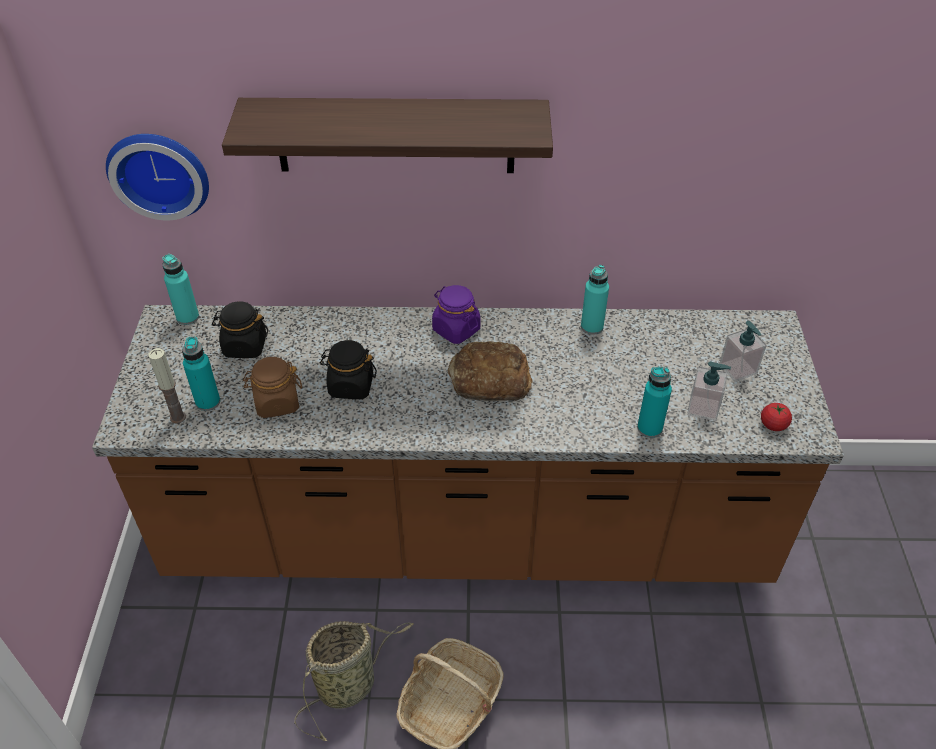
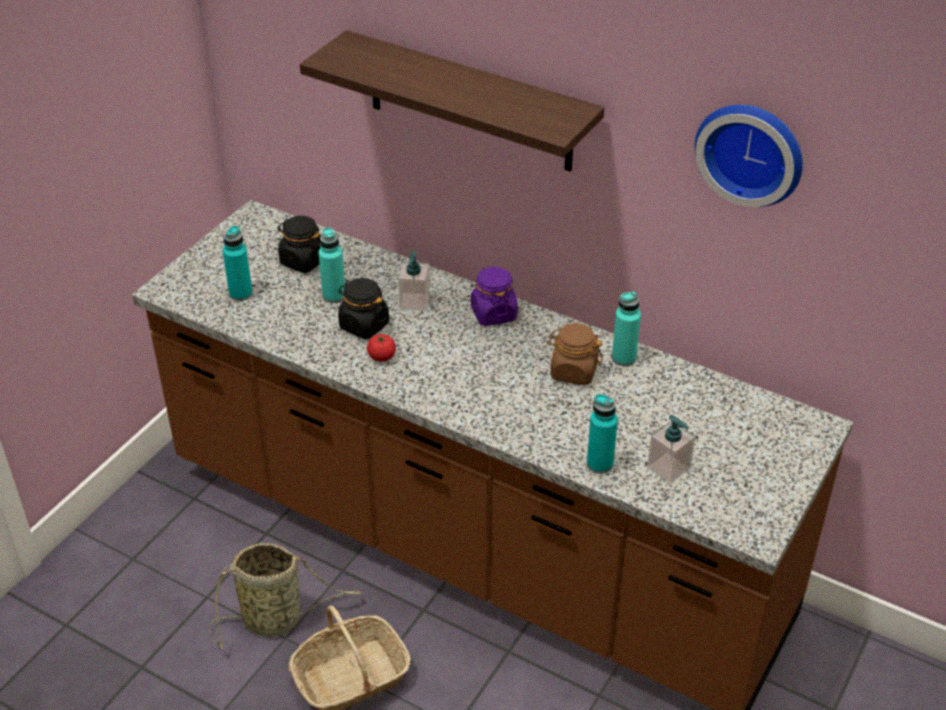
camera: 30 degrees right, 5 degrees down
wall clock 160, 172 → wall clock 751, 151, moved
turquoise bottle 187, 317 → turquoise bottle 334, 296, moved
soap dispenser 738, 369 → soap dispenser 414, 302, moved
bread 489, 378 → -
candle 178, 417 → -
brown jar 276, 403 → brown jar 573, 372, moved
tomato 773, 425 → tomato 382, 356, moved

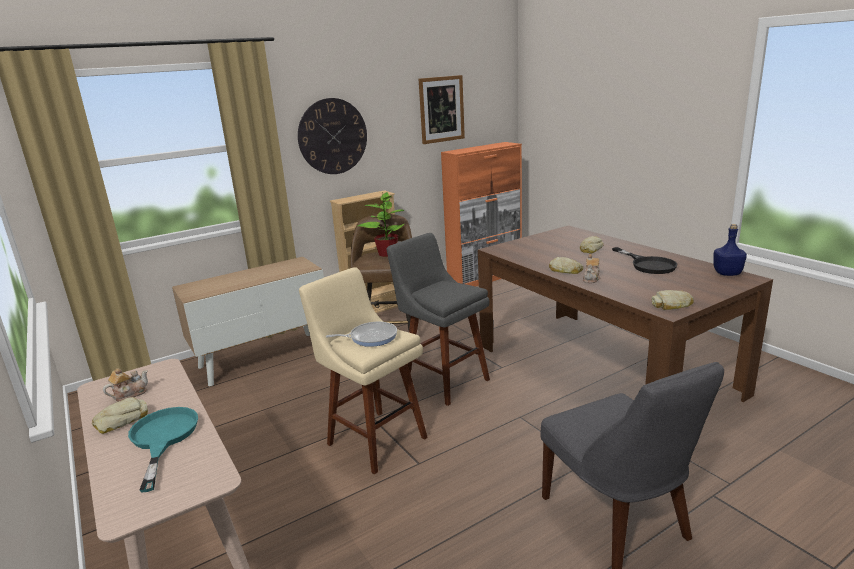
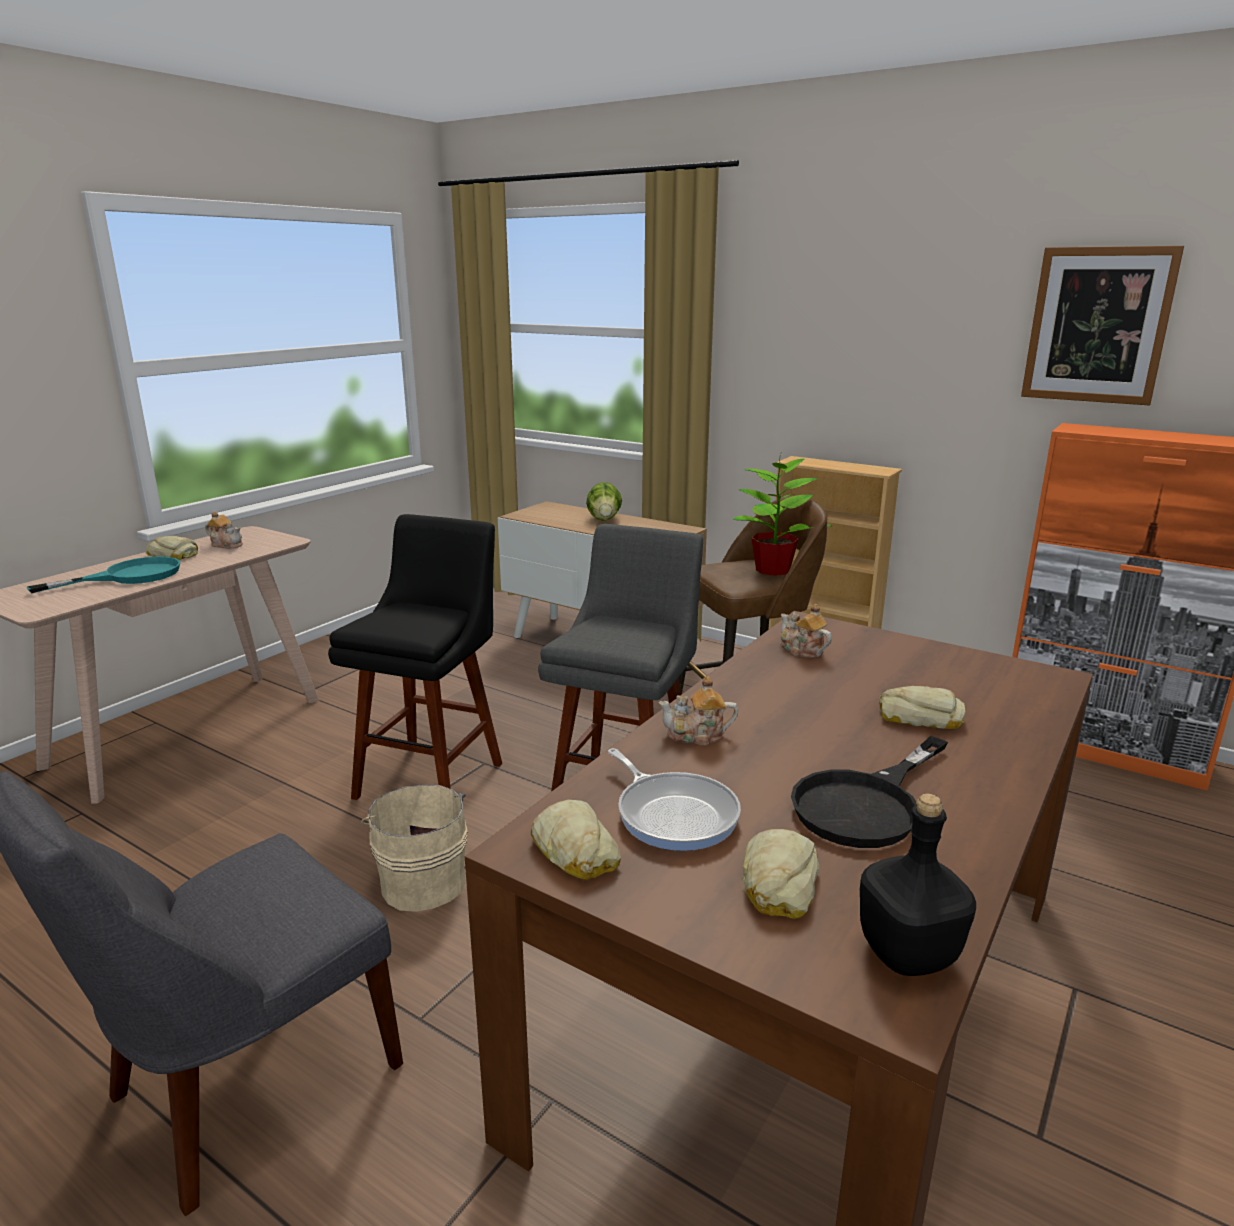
camera: 65 degrees right, 0 degrees up
wall clock 332, 136 → -
blue bottle 726, 273 → black bottle 906, 952
bread 565, 270 → bread 777, 883, moved
beige stool 373, 438 → black stool 434, 776
frying pan 371, 337 → frying pan 674, 814, moved
- → lettuce 604, 519
- → teapot 802, 650
- → beige bucket 422, 881

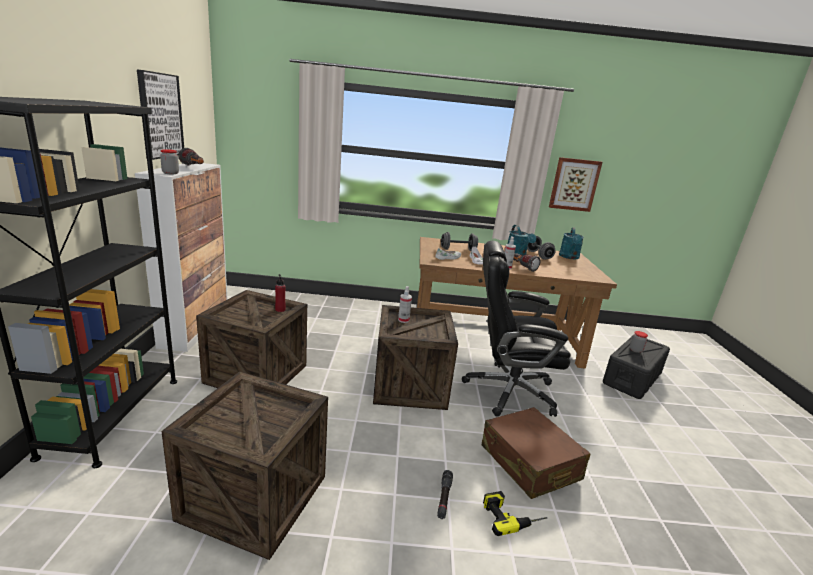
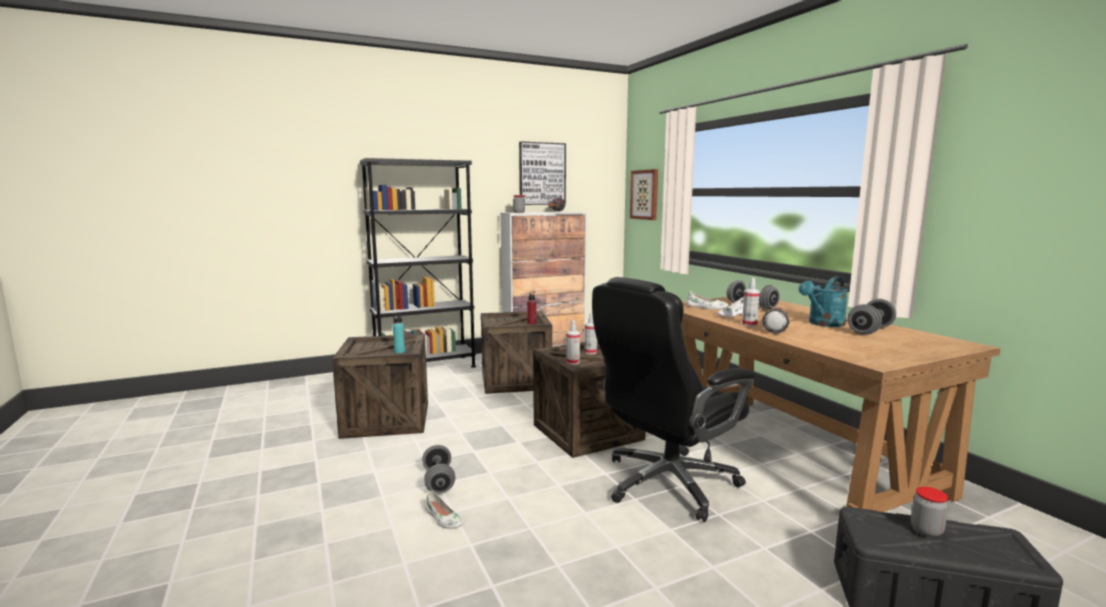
camera: 65 degrees right, 10 degrees down
picture 574, 184 → picture 645, 194, moved
turquoise watering can 569, 257 → -
black office chair 507, 390 → black office chair 666, 484, 105 degrees counterclockwise
brown suitcase 529, 463 → -
black flashlight 444, 498 → grey dumbbell 438, 481
power drill 512, 515 → white shoe 443, 519
- → turquoise bottle 399, 352
- → spray bottle 573, 362

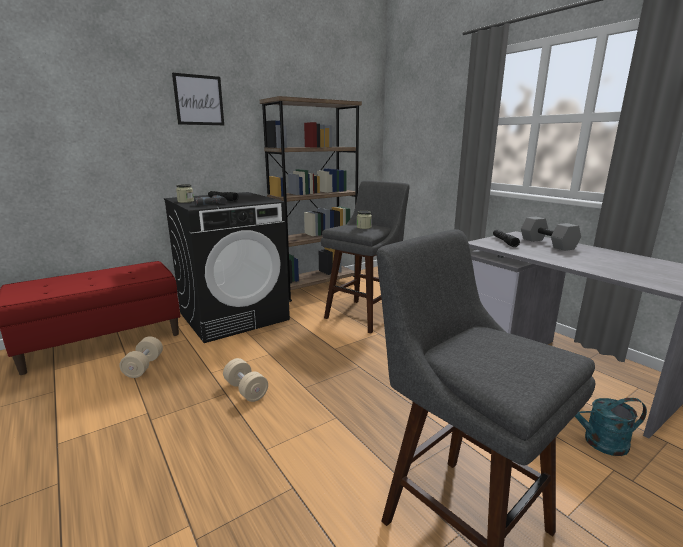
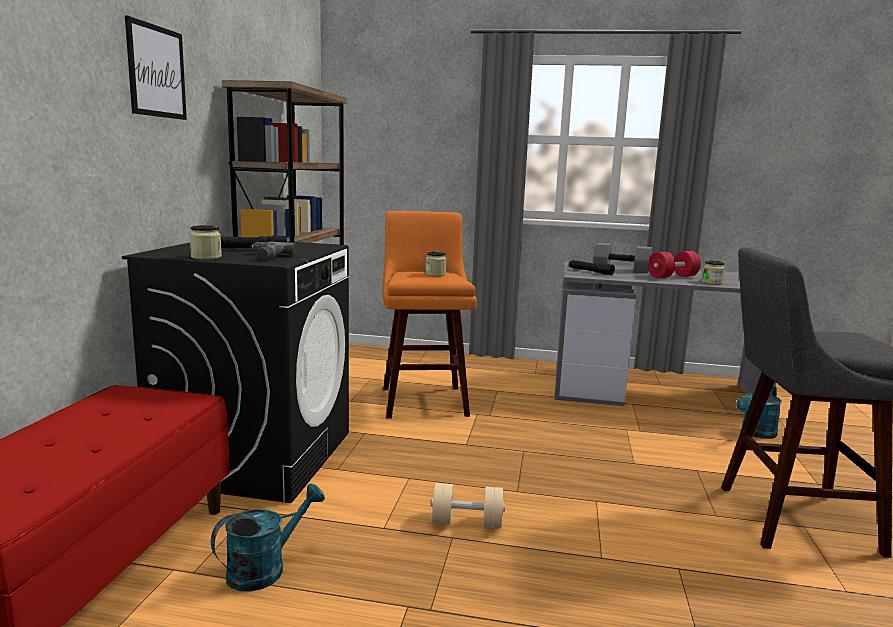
camera: 45 degrees left, 5 degrees down
grey stool 365, 314 → orange stool 423, 399
beige dumbbell 144, 366 → turquoise watering can 265, 568
- → red dumbbell 672, 276
- → jar 712, 282

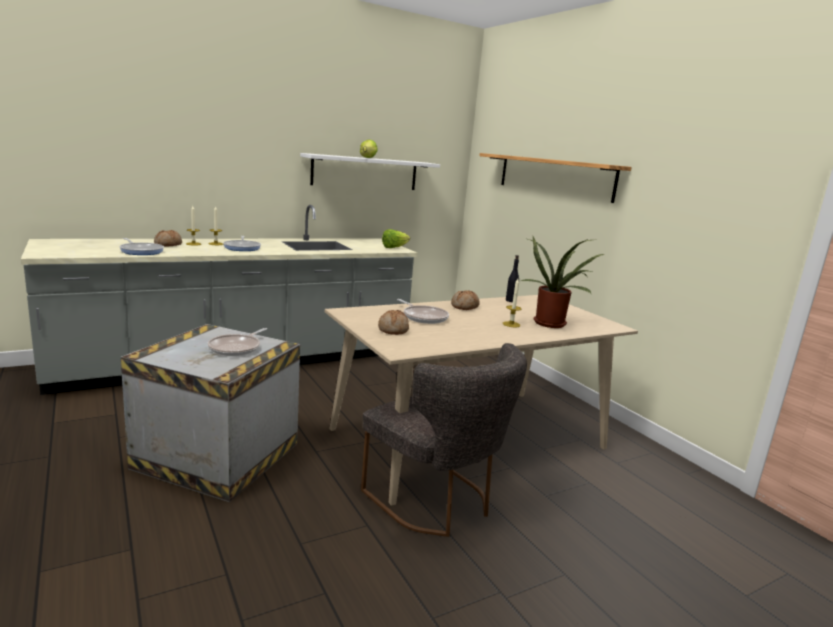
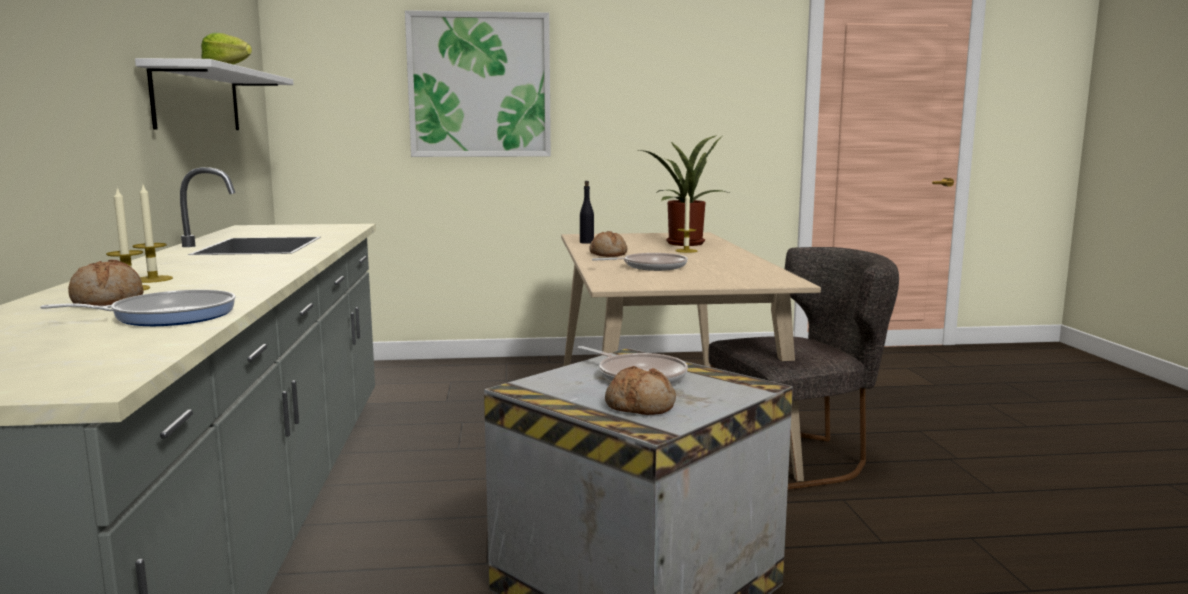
camera: 65 degrees left, 5 degrees down
shelf 554, 176 → picture 479, 85
lettuce 394, 248 → -
frying pan 242, 247 → -
bread 393, 330 → bread 641, 406, moved

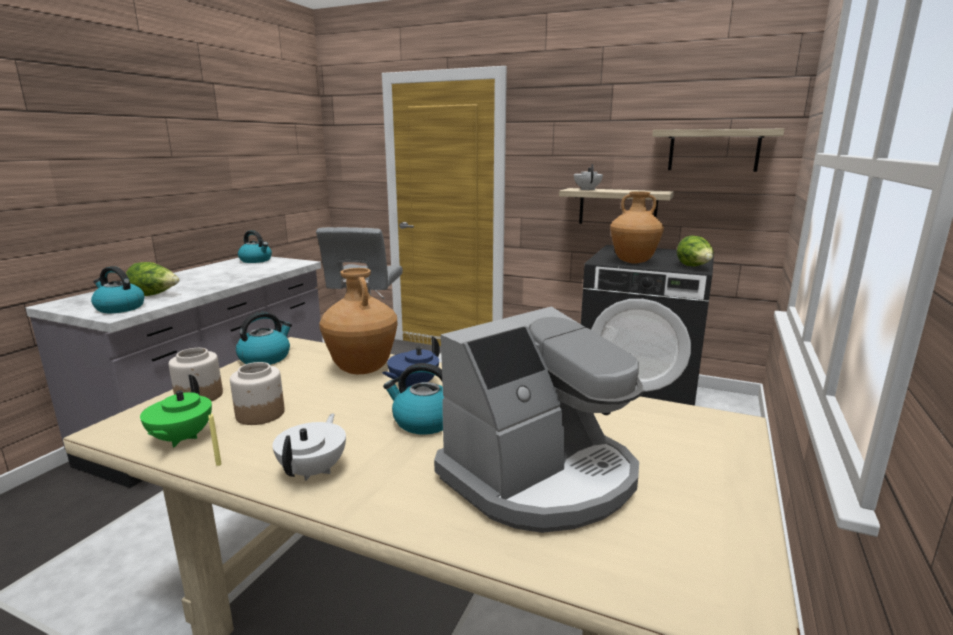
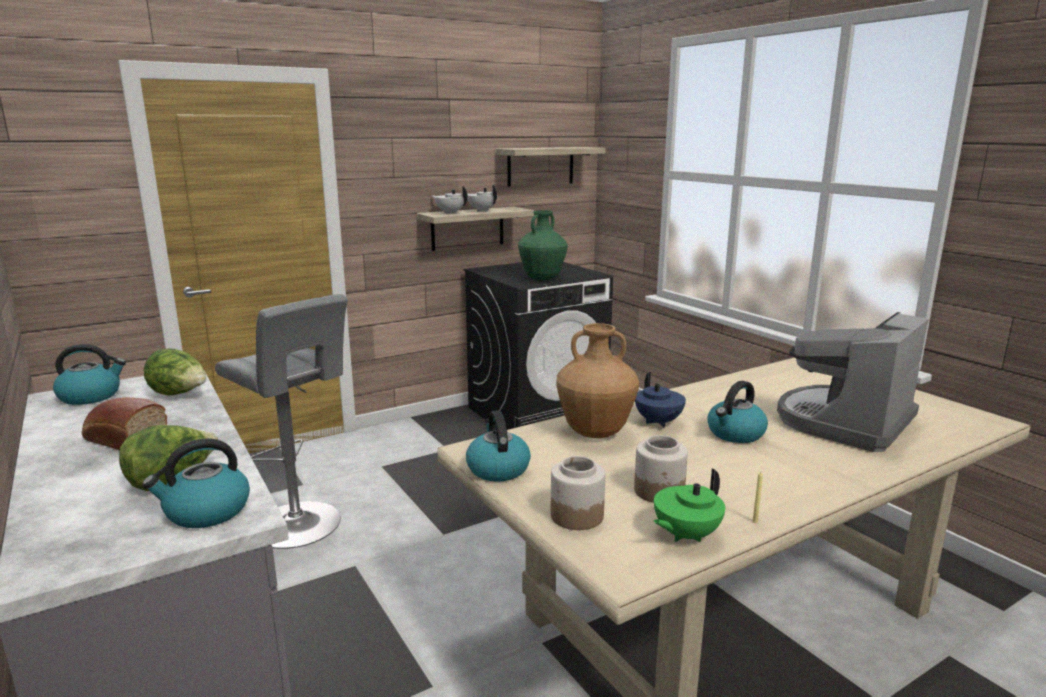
camera: 55 degrees left, 0 degrees up
brown vase 633, 262 → green vase 542, 279
lettuce 694, 267 → lettuce 180, 394, moved
coffee machine 541, 476 → coffee machine 844, 422, 135 degrees counterclockwise
green teapot 180, 439 → green teapot 685, 535, 105 degrees clockwise
white teapot 314, 470 → white teapot 482, 211, moved
- → bread 124, 440

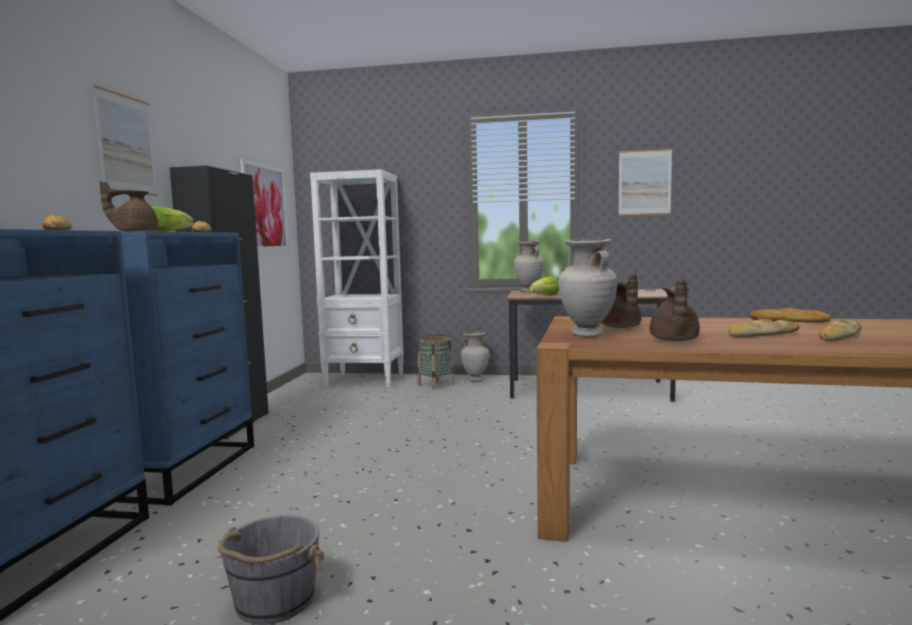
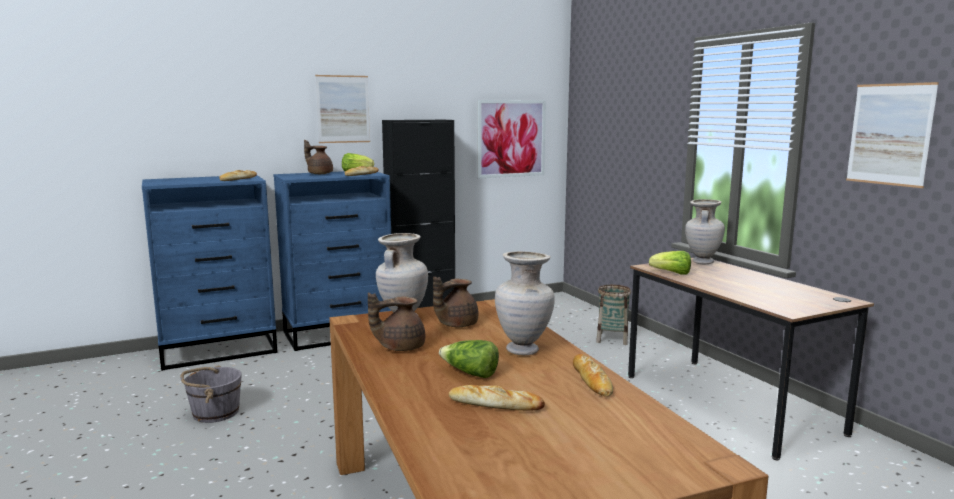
camera: 55 degrees right, 5 degrees up
white bookcase 365, 380 → -
bread 762, 334 → lettuce 470, 373
beige vase 475, 379 → beige vase 523, 350, moved

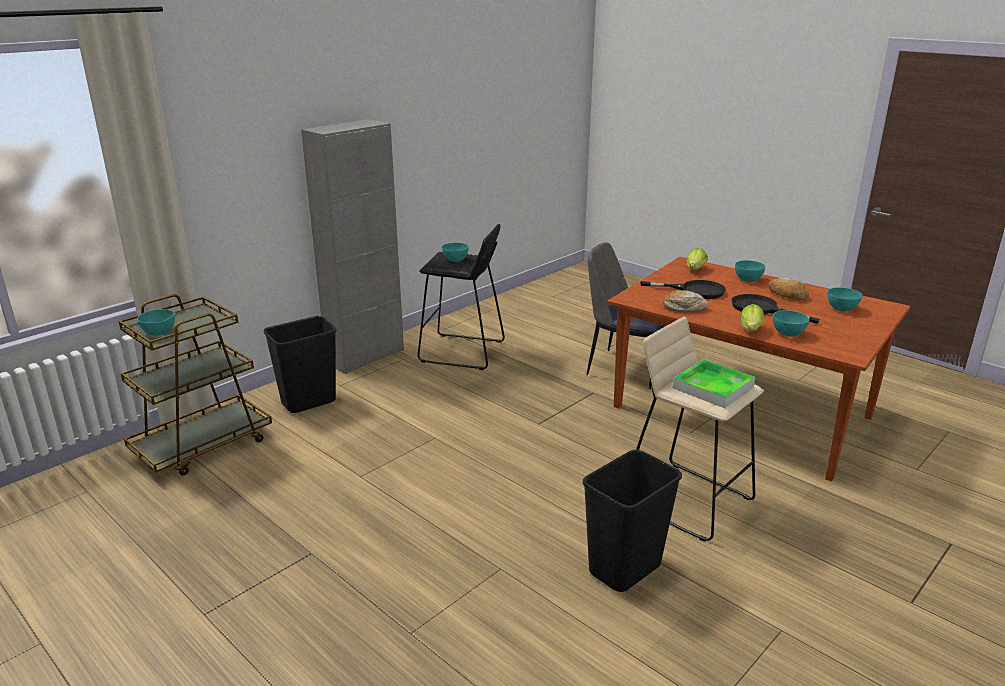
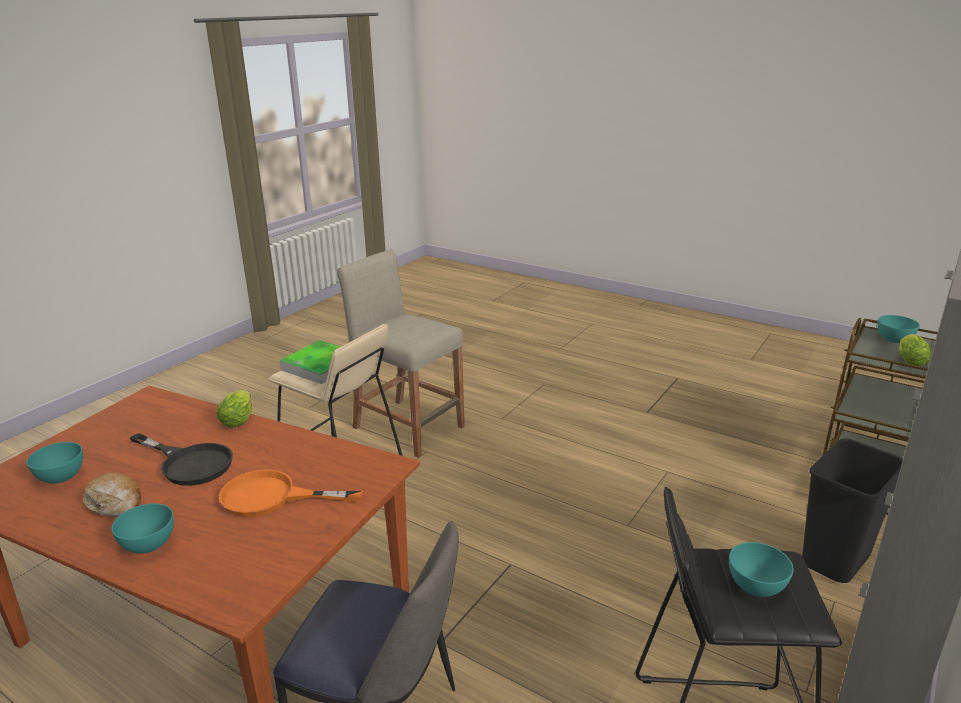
camera: 170 degrees right, 0 degrees up
lettuce 695, 270 → lettuce 909, 360, moved
black frying pan 694, 291 → orange frying pan 272, 497
bread 684, 307 → -
turquoise bowl 787, 333 → -
black trash can 625, 570 → beige stool 408, 427

